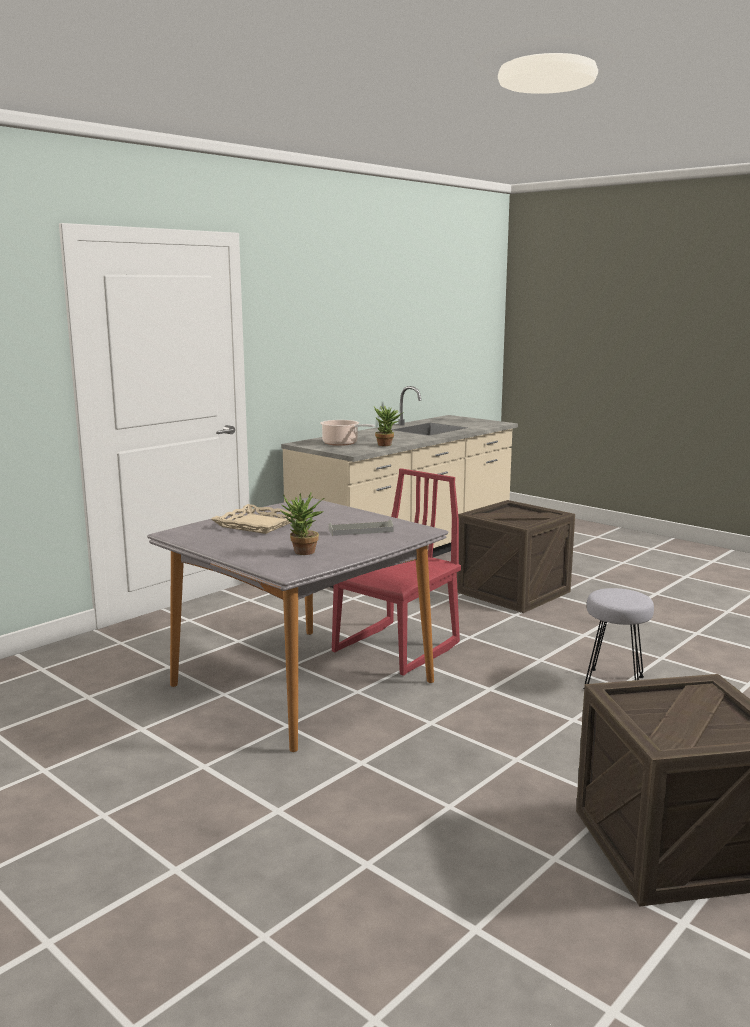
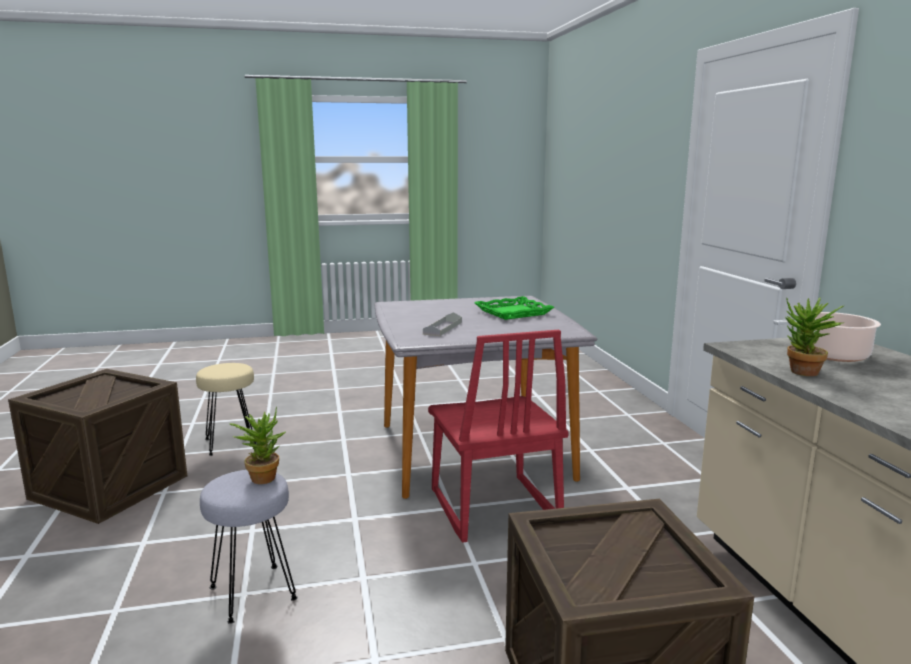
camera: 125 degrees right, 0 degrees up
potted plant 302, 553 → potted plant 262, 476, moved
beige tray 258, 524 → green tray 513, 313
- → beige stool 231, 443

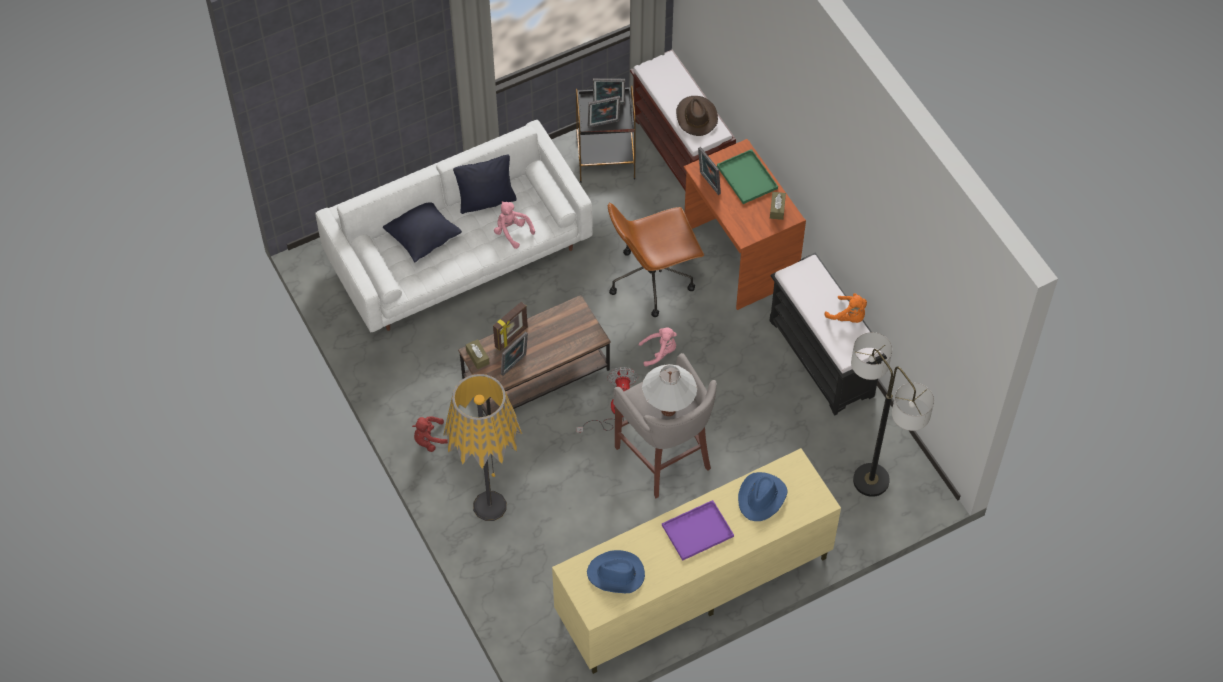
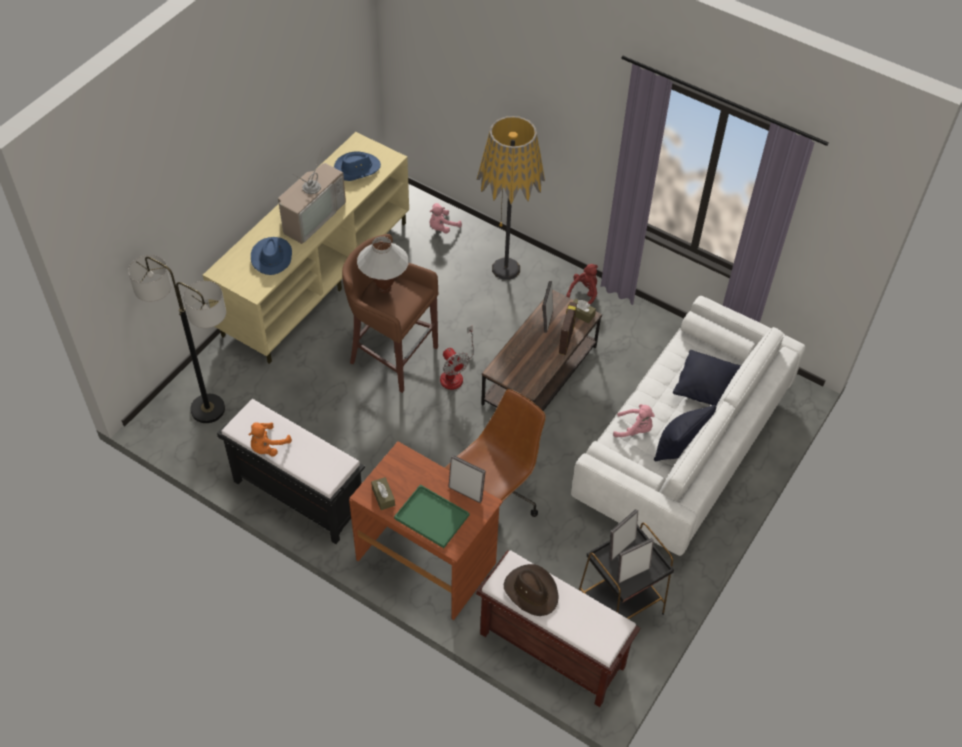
camera: 150 degrees right, 5 degrees down
orange plush toy 848, 317 → orange plush toy 268, 447, 60 degrees counterclockwise
pink plush toy 659, 352 → pink plush toy 442, 228, moved
grey stool 665, 458 → brown stool 391, 355
purple tray 696, 532 → television 311, 215

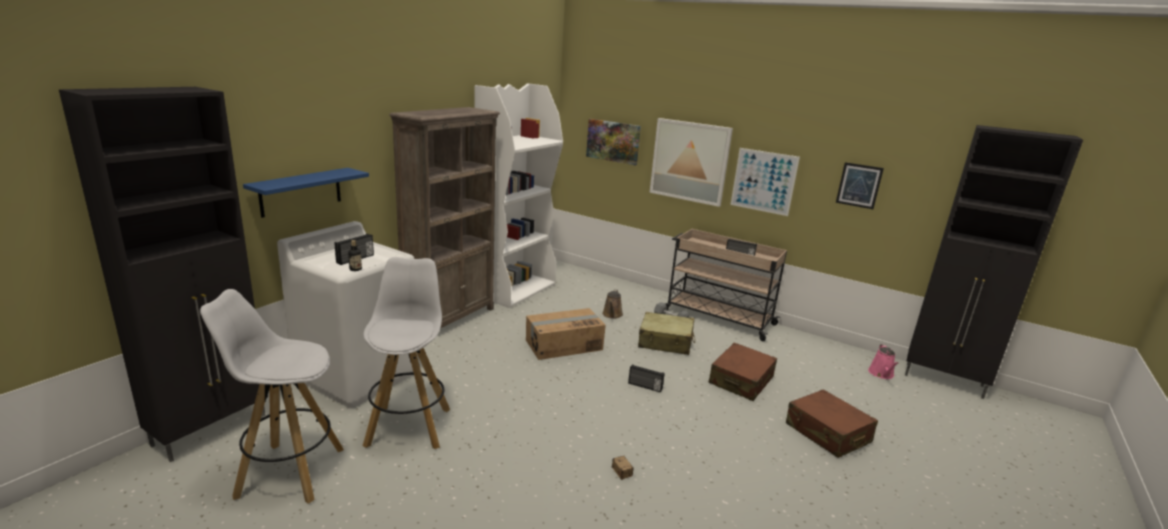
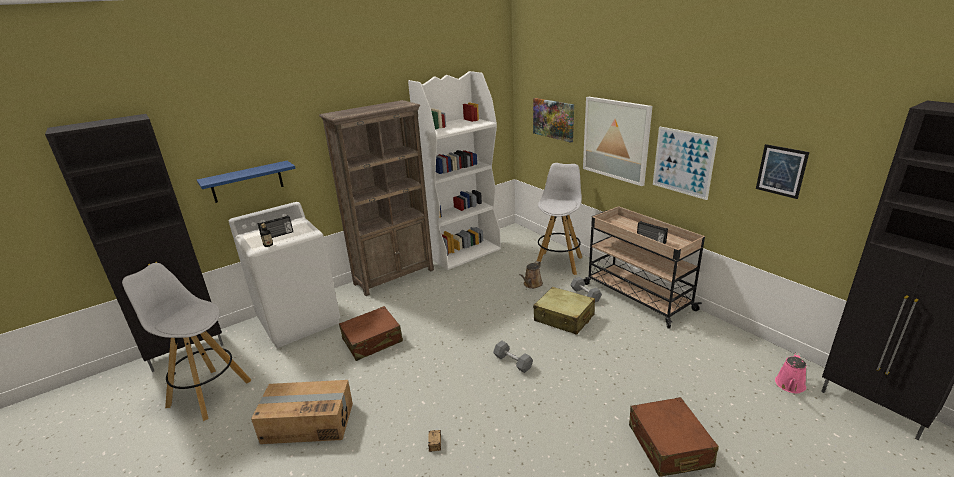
camera: 25 degrees right, 5 degrees up
white stool 409, 426 → white stool 558, 263, moved
cardboard box 563, 345 → cardboard box 308, 422, moved
brown suitcase 741, 380 → brown suitcase 372, 341, moved
radio 645, 386 → grey dumbbell 513, 362

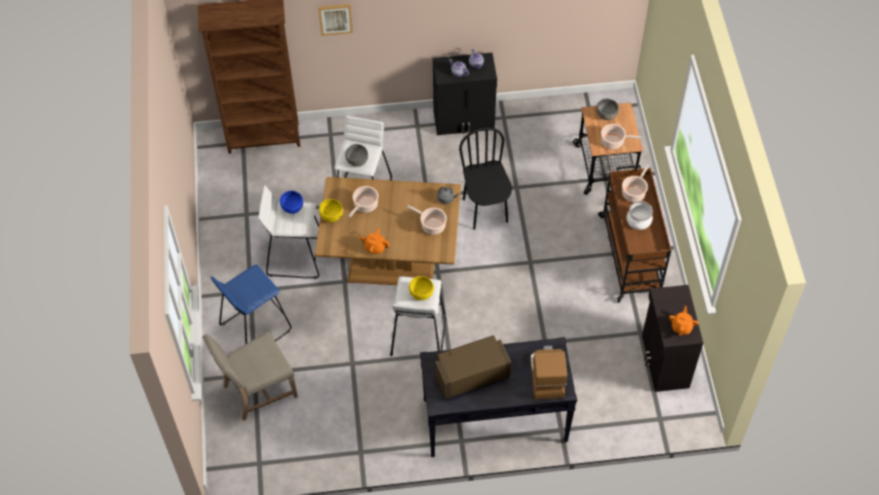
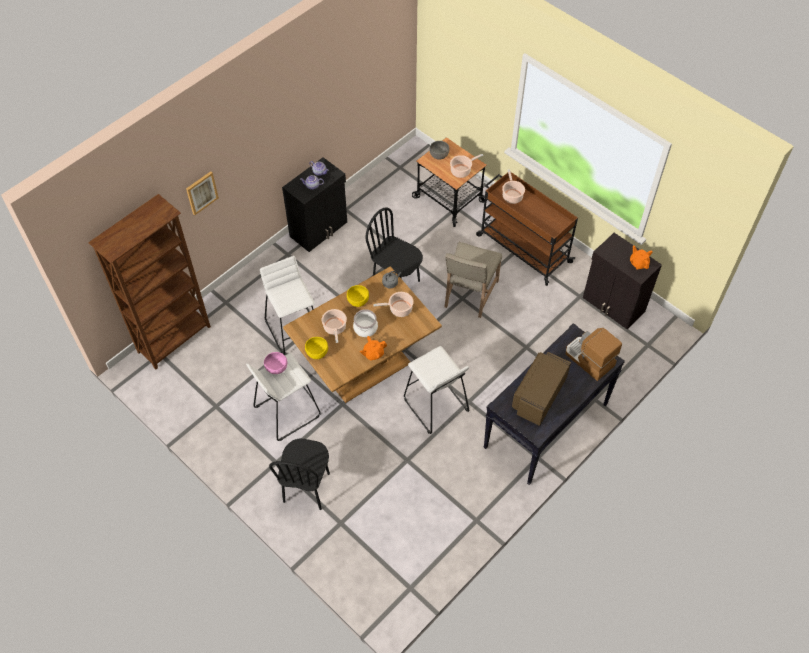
camera: 40 degrees left, 0 degrees up
grey bowl 357, 161 → -
blue bowl 292, 208 → pink bowl 277, 368
cooking pot 638, 220 → cooking pot 365, 328, moved
blue stool 255, 328 → black chair 307, 488
yellow bowl 421, 294 → yellow bowl 358, 302, moved
beige chair 257, 391 → beige chair 469, 295, moved

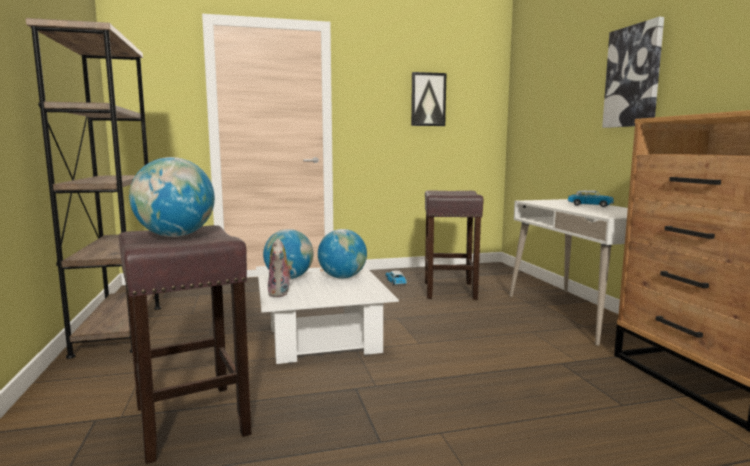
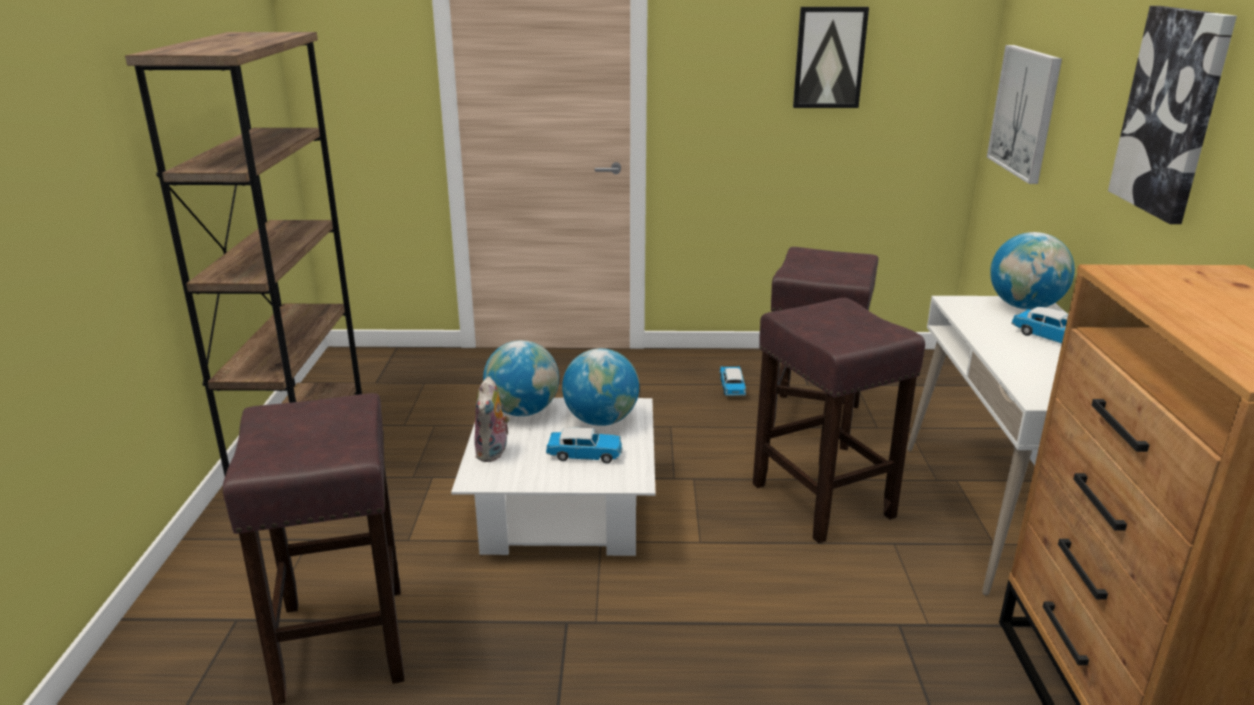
camera: 15 degrees right, 15 degrees up
globe 176, 236 → globe 1024, 307, moved
- → picture 1025, 112
- → brown stool 820, 499
- → toy car 585, 455

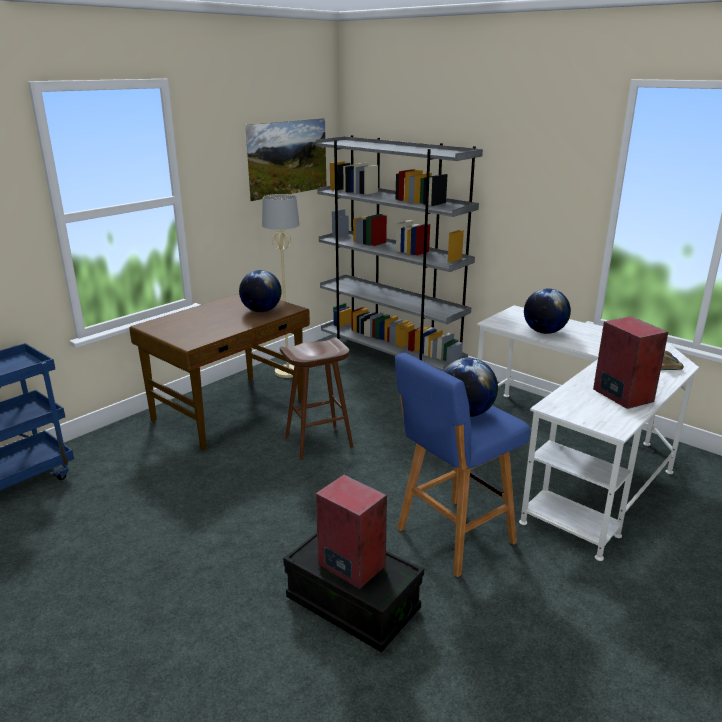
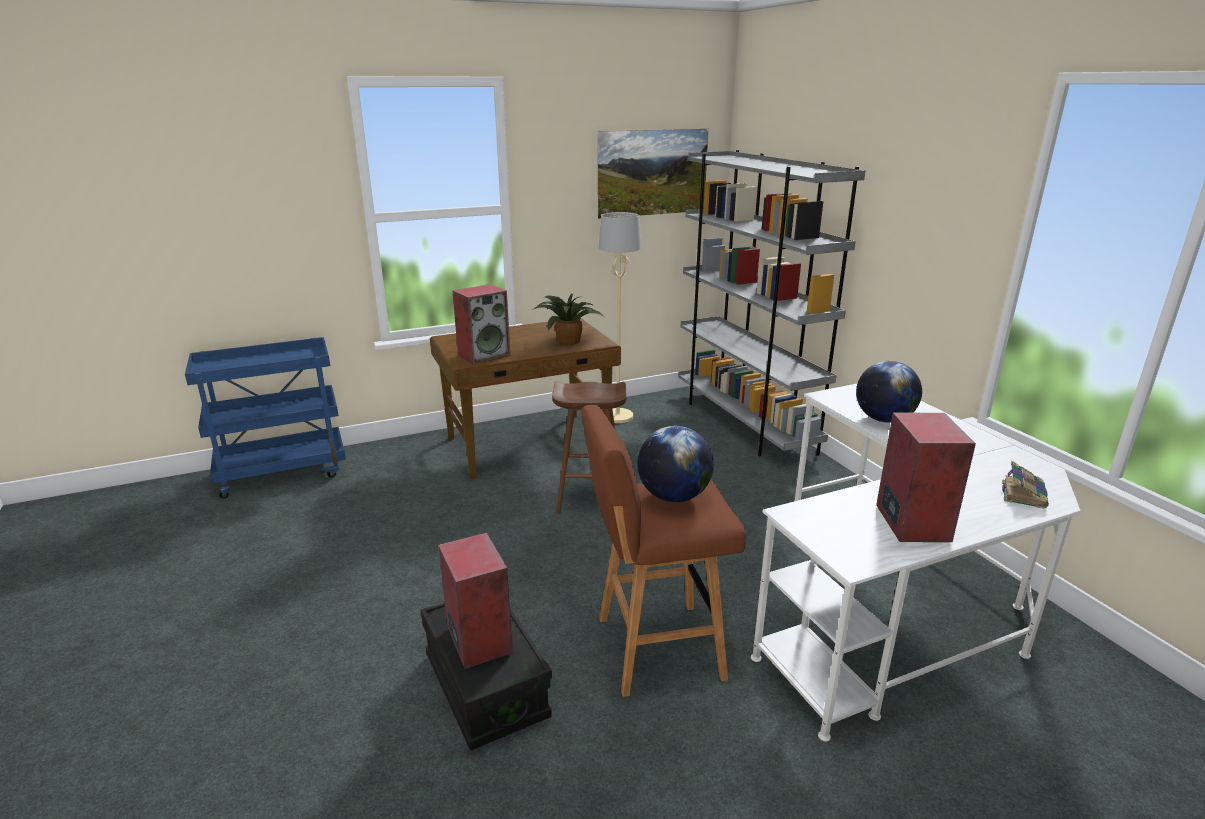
camera: 25 degrees right, 0 degrees up
globe 261, 311 → potted plant 568, 340
blue stool 452, 537 → brown stool 654, 648
- → speaker 484, 355

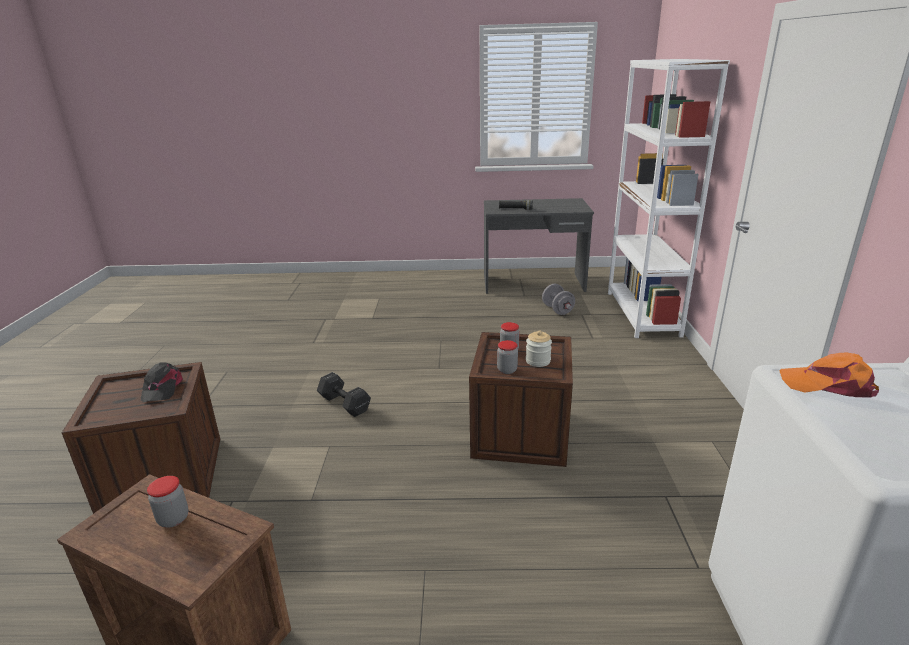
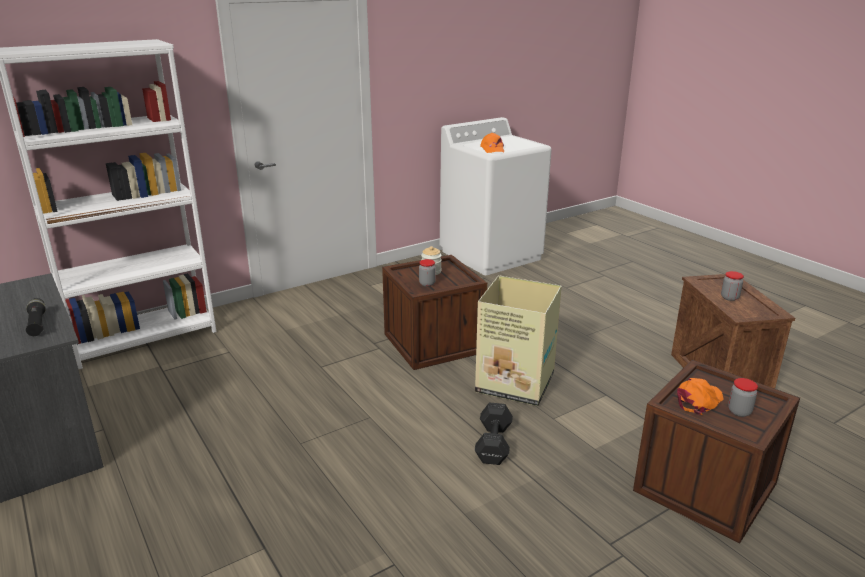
camera: 125 degrees left, 0 degrees up
grey dumbbell 557, 310 → -
jar 507, 370 → jar 739, 411, moved
black cap 162, 388 → orange cap 698, 400
- → cardboard box 516, 384

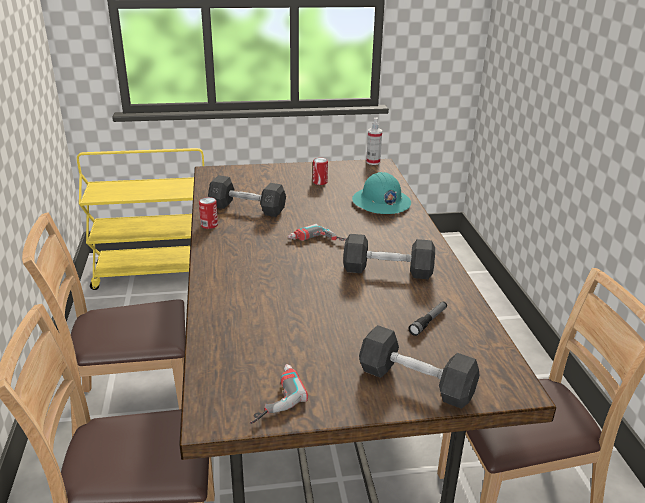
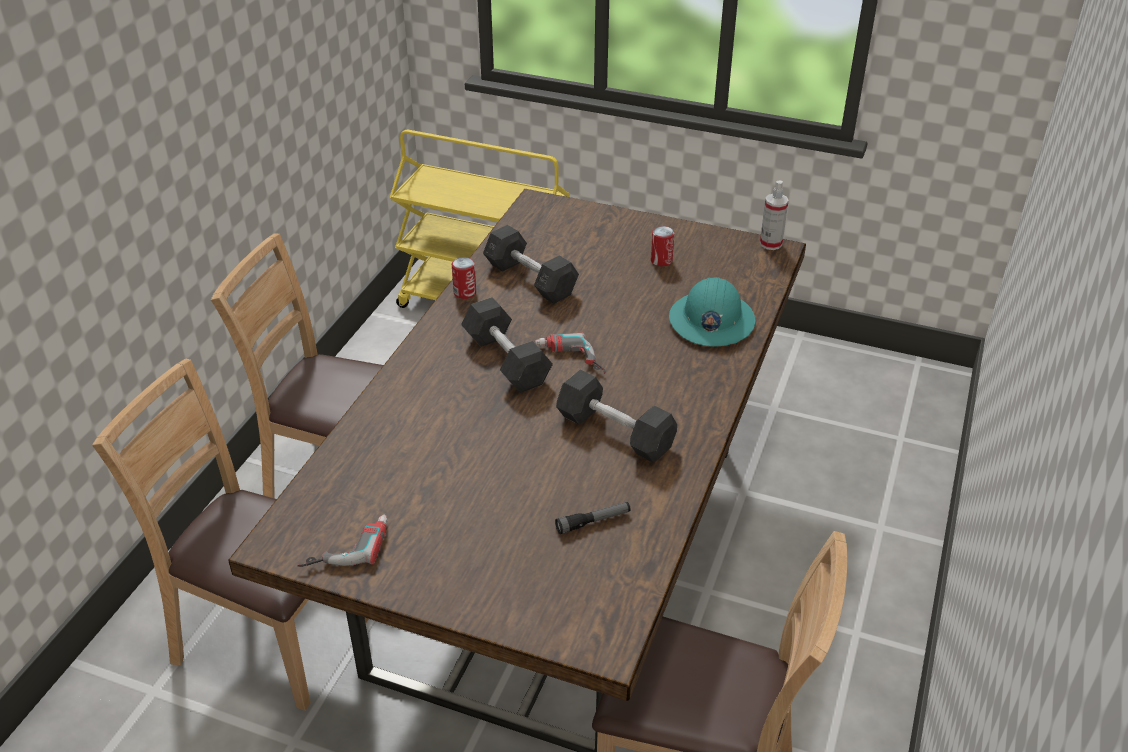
camera: 30 degrees right, 10 degrees up
grey dumbbell 416, 382 → grey dumbbell 506, 360, moved

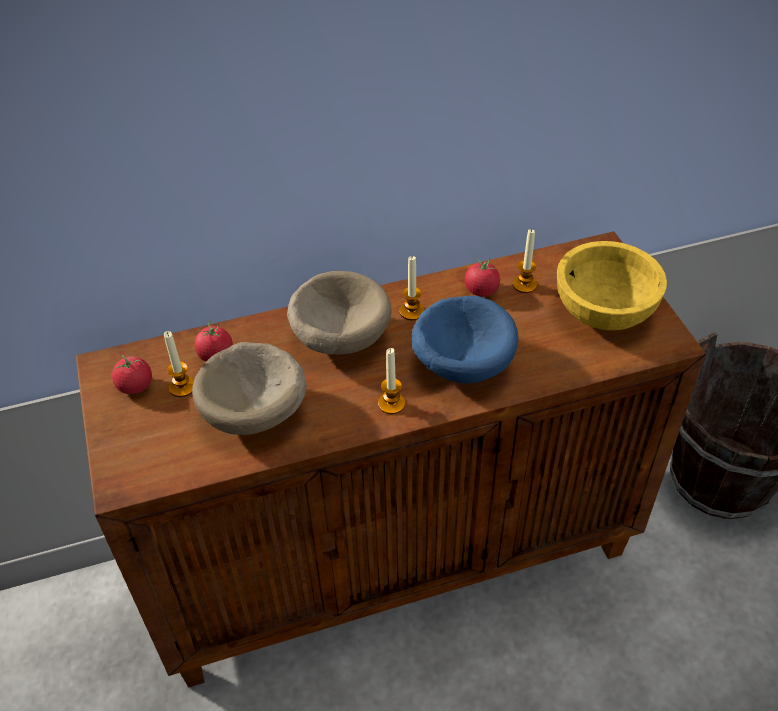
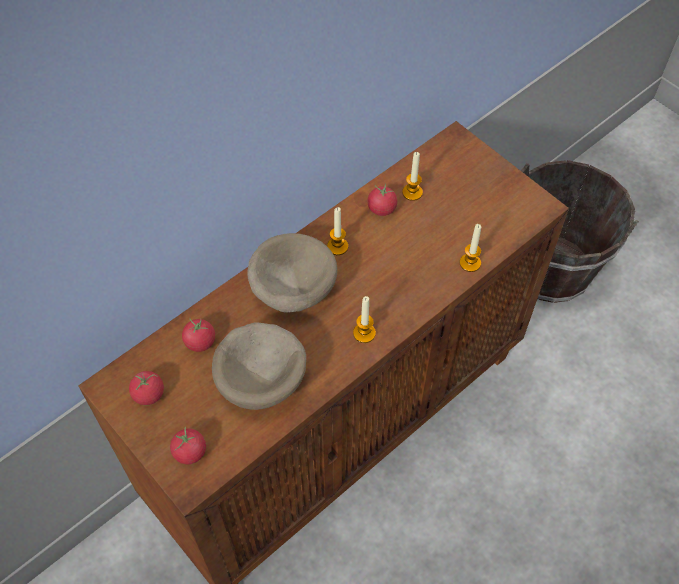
camera: 25 degrees left, 10 degrees up
yellow bowl 603, 310 → -
blue bowl 462, 361 → -
candle 182, 387 → candle 470, 263, moved
- → tomato 190, 452

